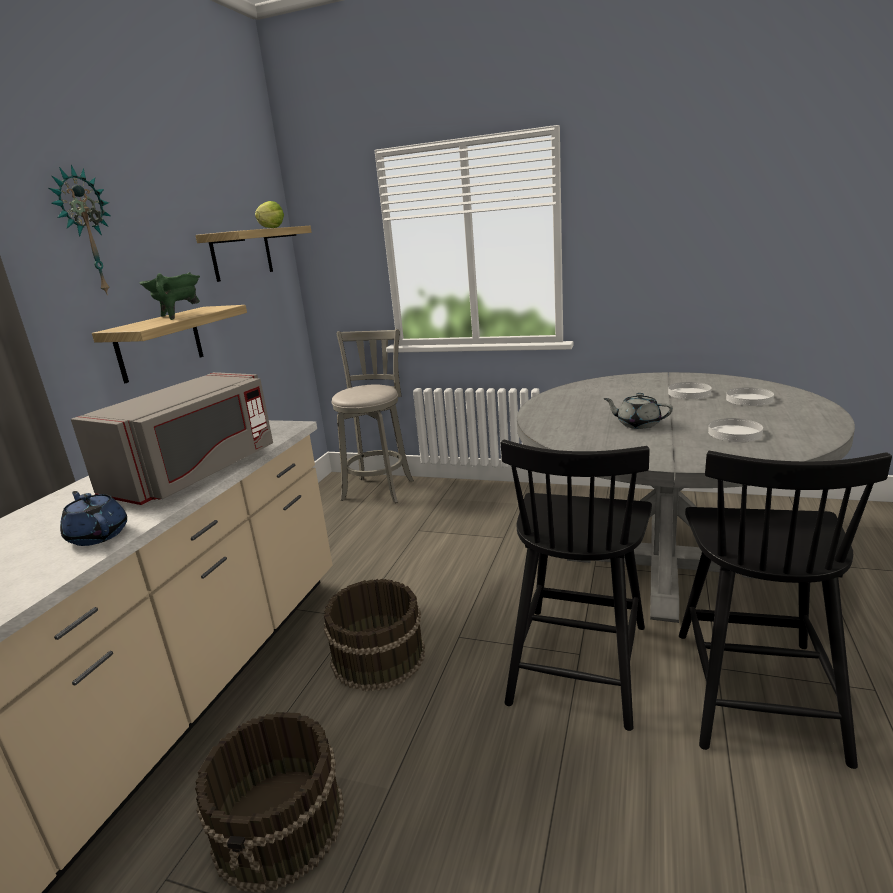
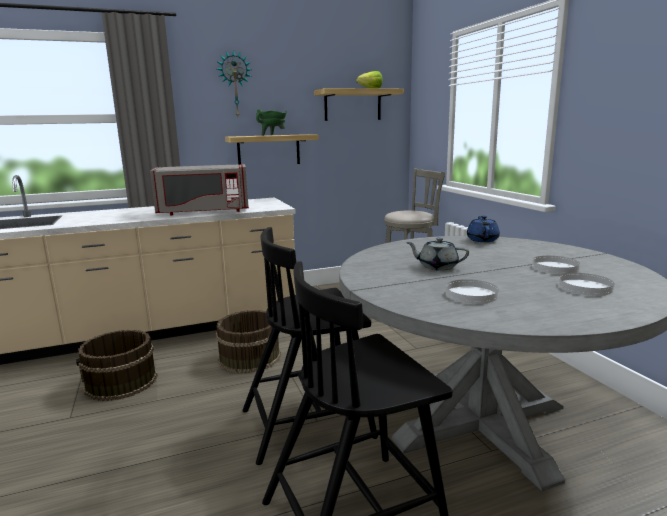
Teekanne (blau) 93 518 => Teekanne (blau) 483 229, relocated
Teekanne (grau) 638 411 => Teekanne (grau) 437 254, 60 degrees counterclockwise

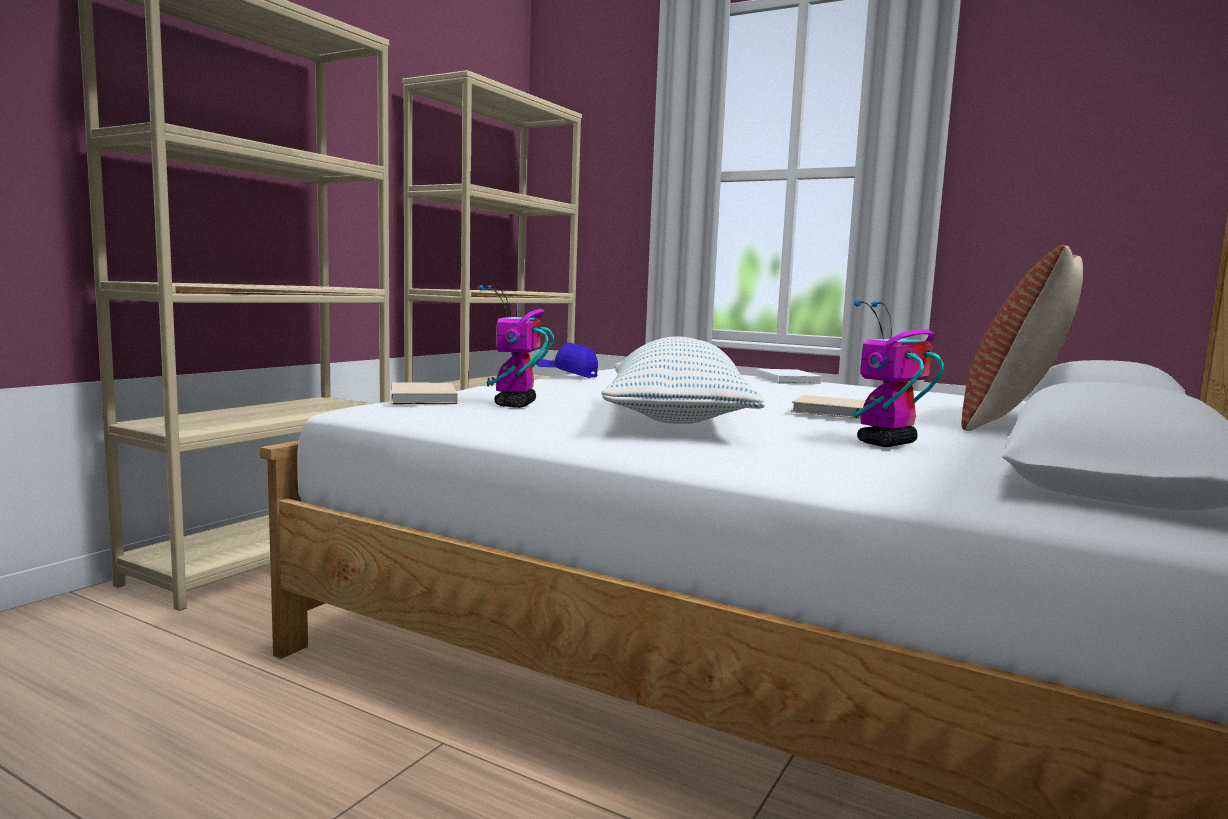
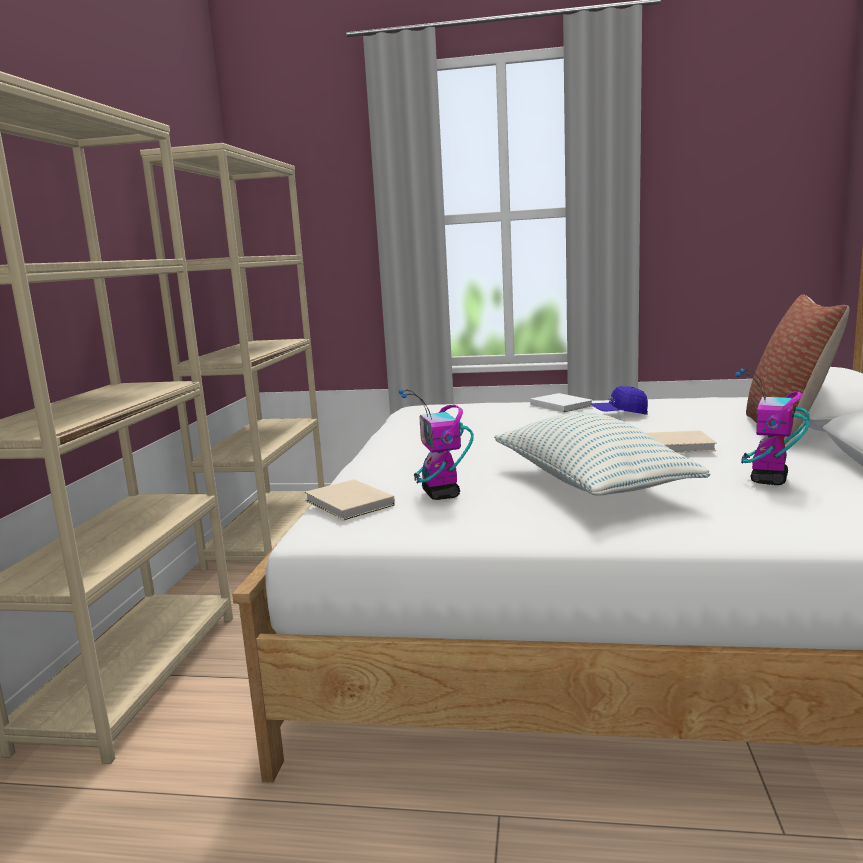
Kappe (blau) 567 360 => Kappe (blau) 619 400, relocated

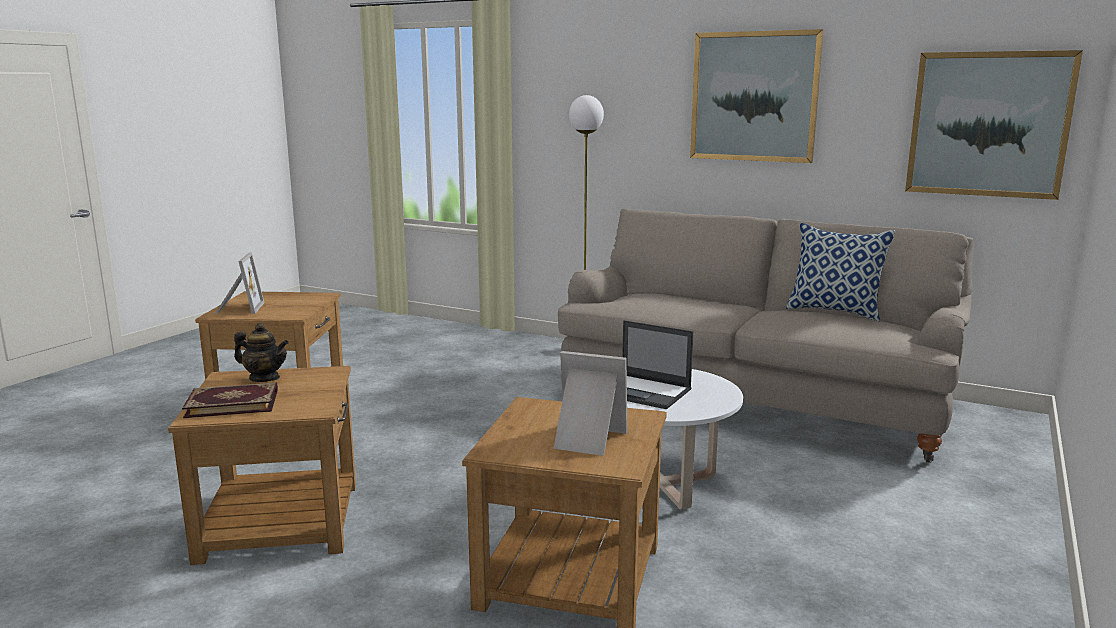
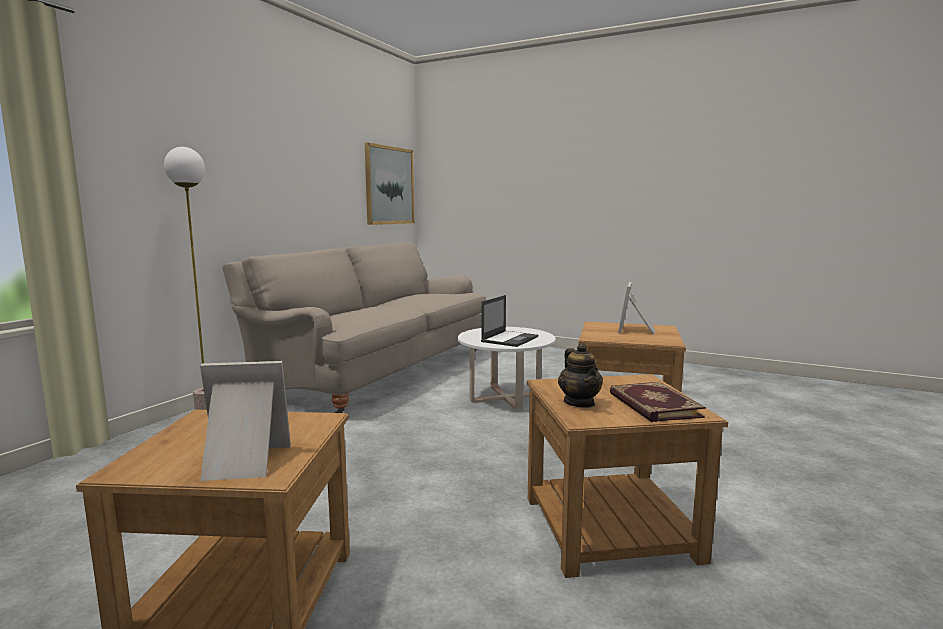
Bild 757 96 => nothing
Kissen 840 272 => nothing
Teekanne 261 352 => Teekanne 580 375, 150 degrees clockwise

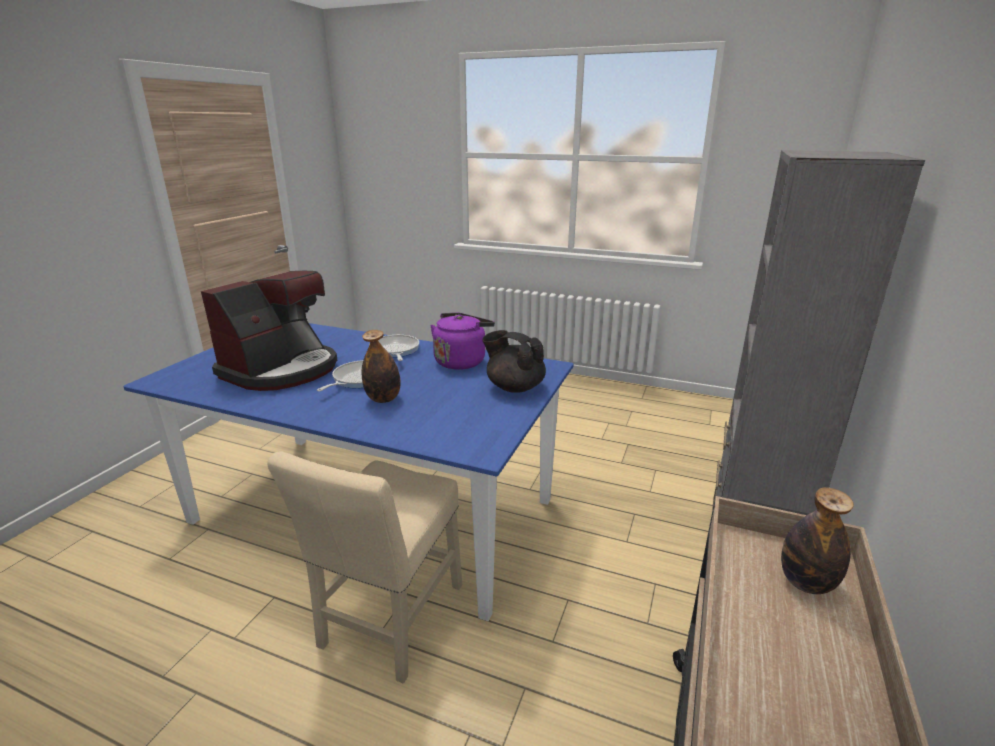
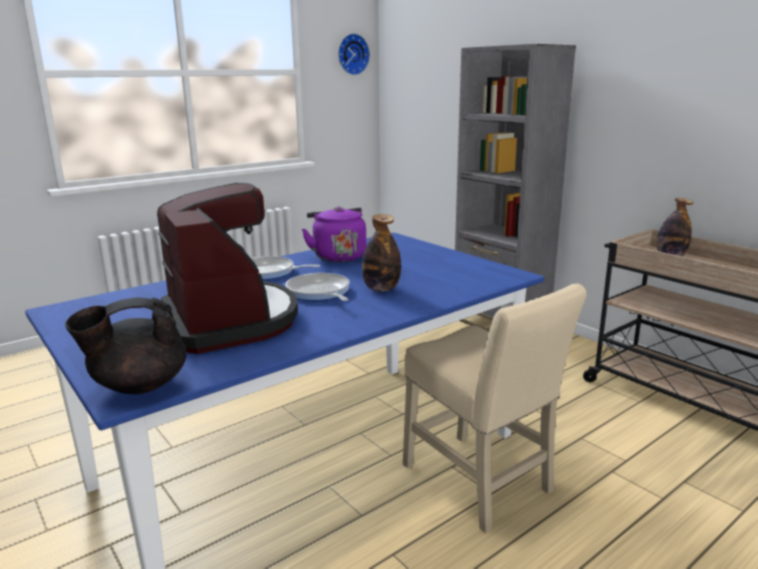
nothing => Wanduhr 354 54
Teekanne (schwarz) 514 361 => Teekanne (schwarz) 126 345, relocated

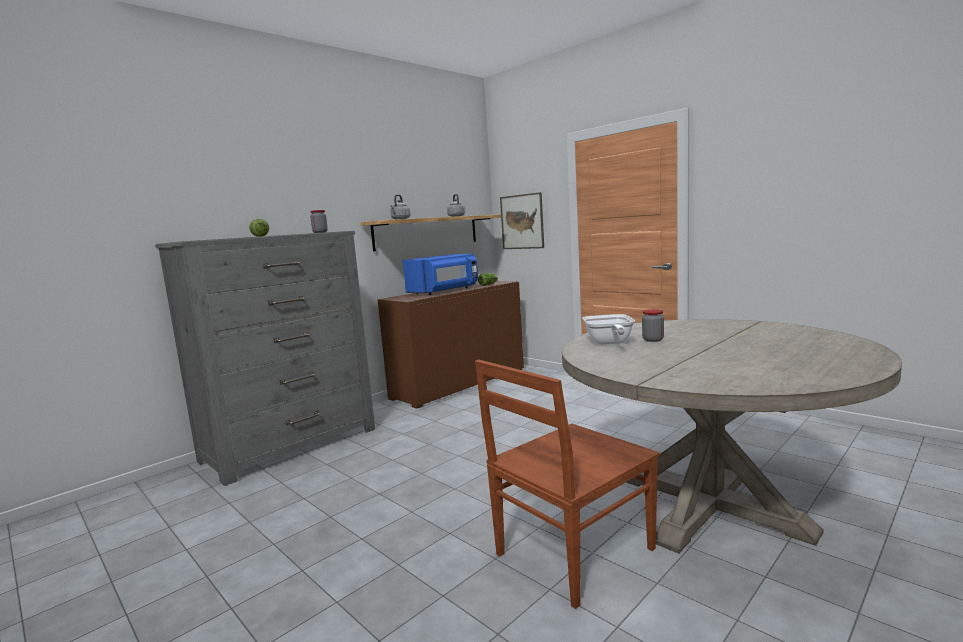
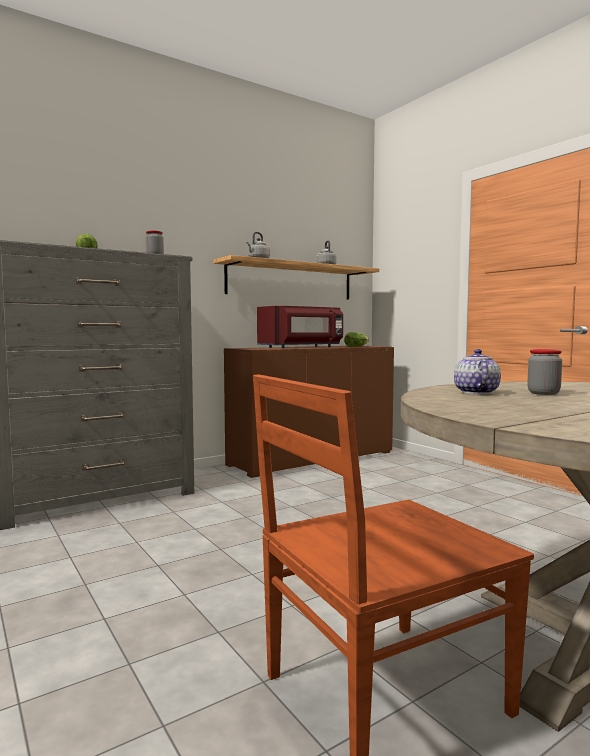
Bild 522 220 => nothing
Pfanne 608 329 => Teekanne 477 371
Mikrowelle (blau) 440 274 => Mikrowelle (rot) 300 327

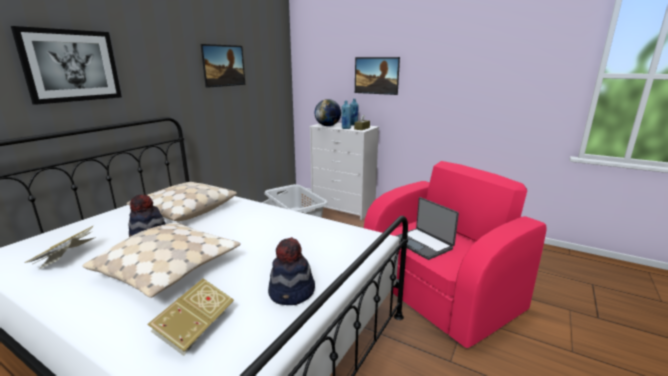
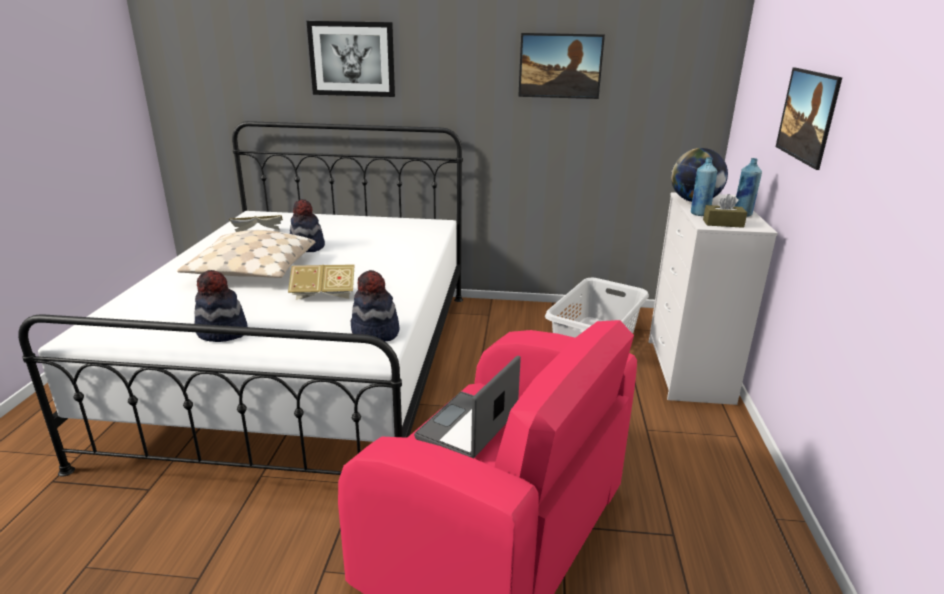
Kissen (beige) 182 201 => nothing
nothing => Hut 375 306
Buch 190 317 => Buch 321 282, relocated

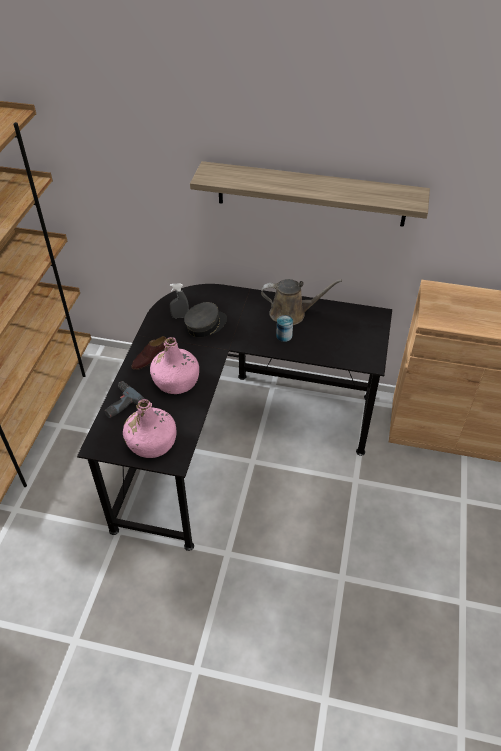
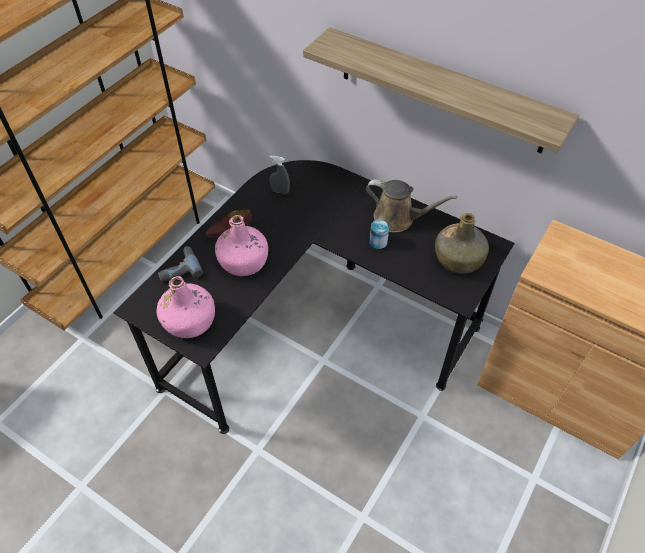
Kappe (grau) 205 319 => nothing
nothing => Flasche (grün) 462 243

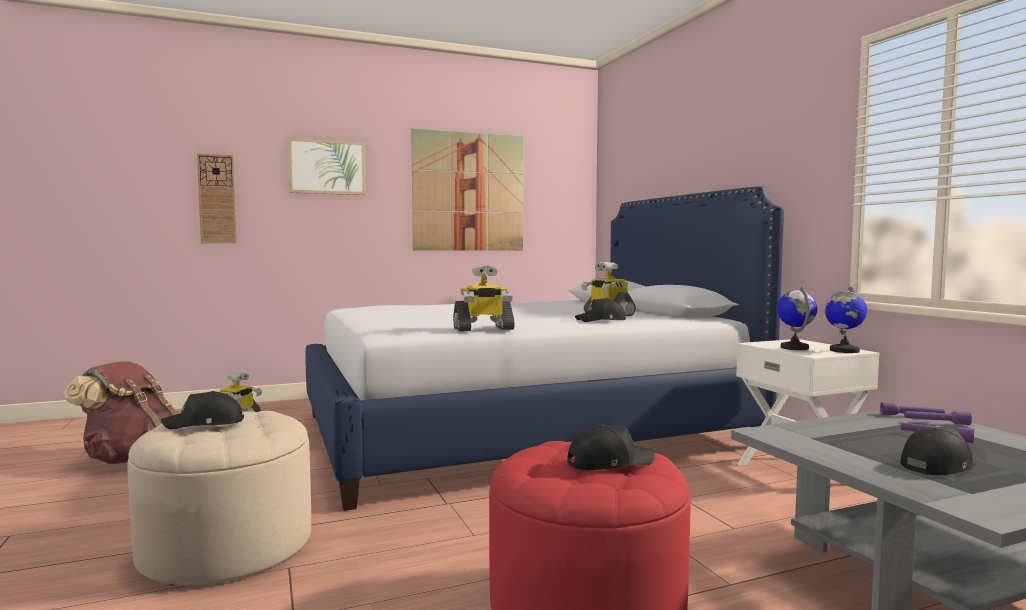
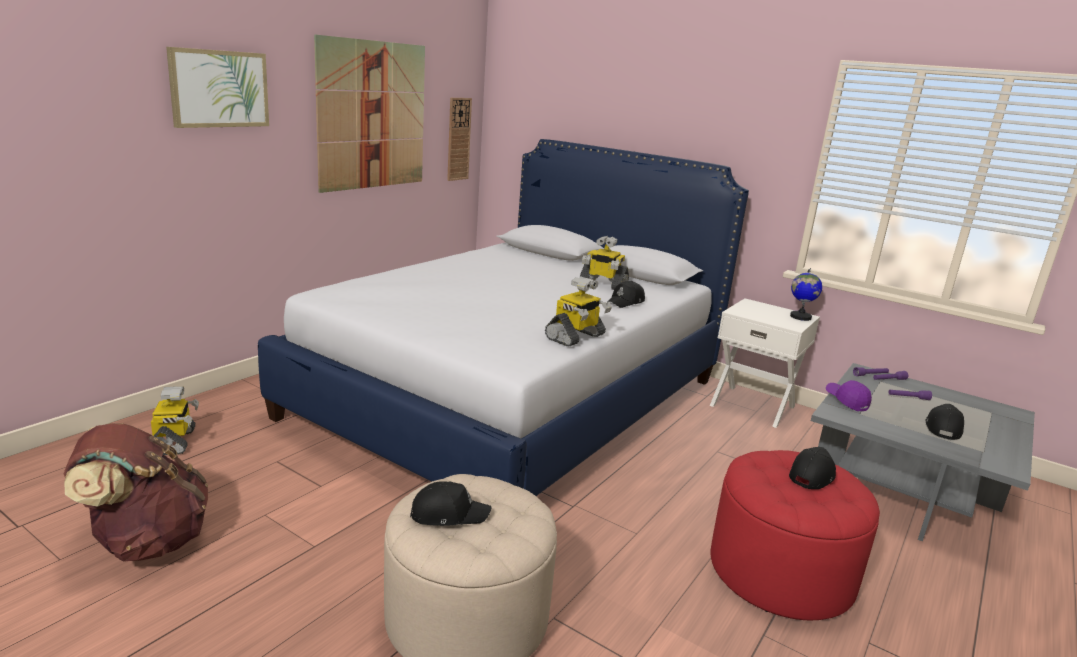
Globus 797 318 => nothing
nothing => Kappe (lila) 849 396
Wanduhr 217 198 => Wanduhr 459 139, relocated
Kappe (schwarz) 202 410 => Kappe (schwarz) 451 503, 135 degrees counterclockwise

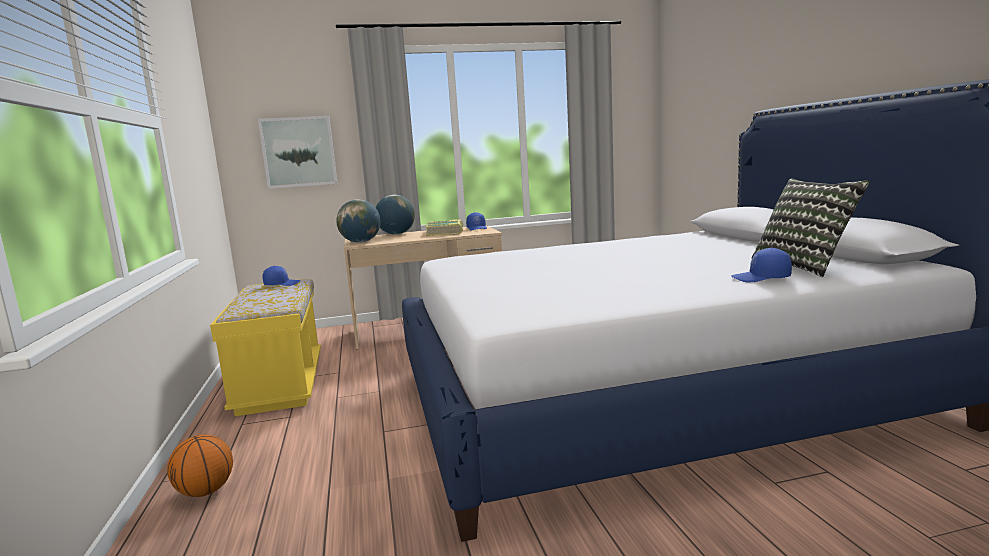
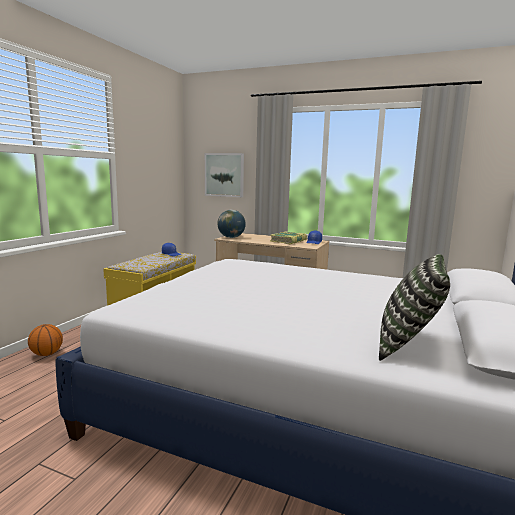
Globus 395 215 => nothing
Kappe (blau) 761 265 => nothing

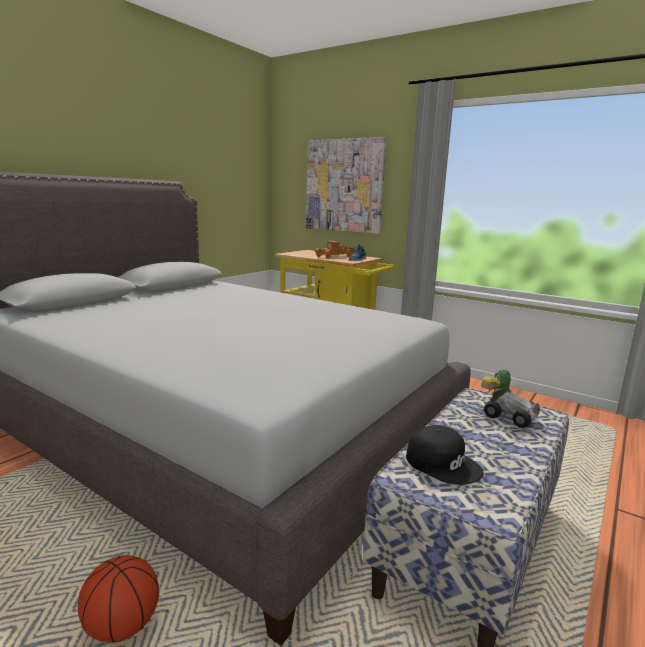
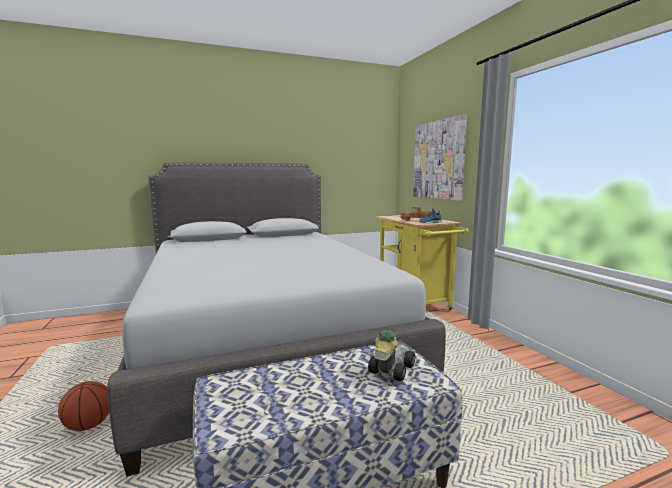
Kappe (schwarz) 444 455 => nothing
Spielzeugauto 510 399 => Spielzeugauto 391 355, 135 degrees counterclockwise

